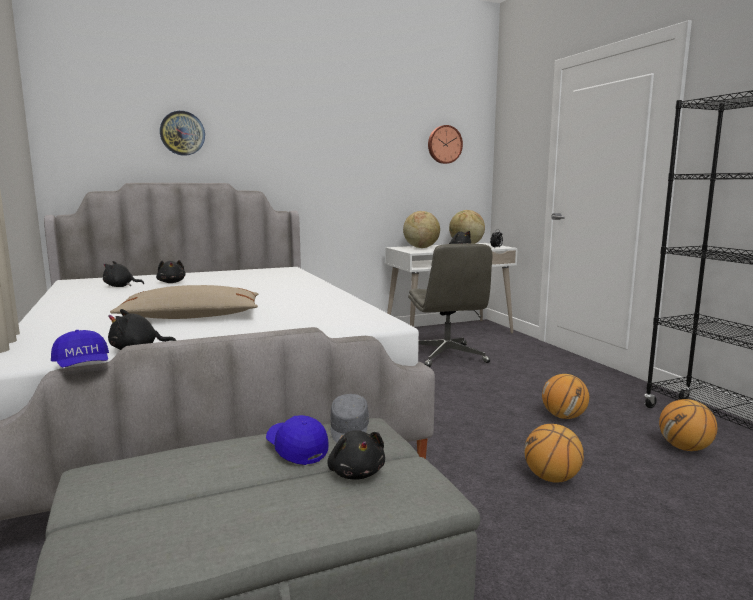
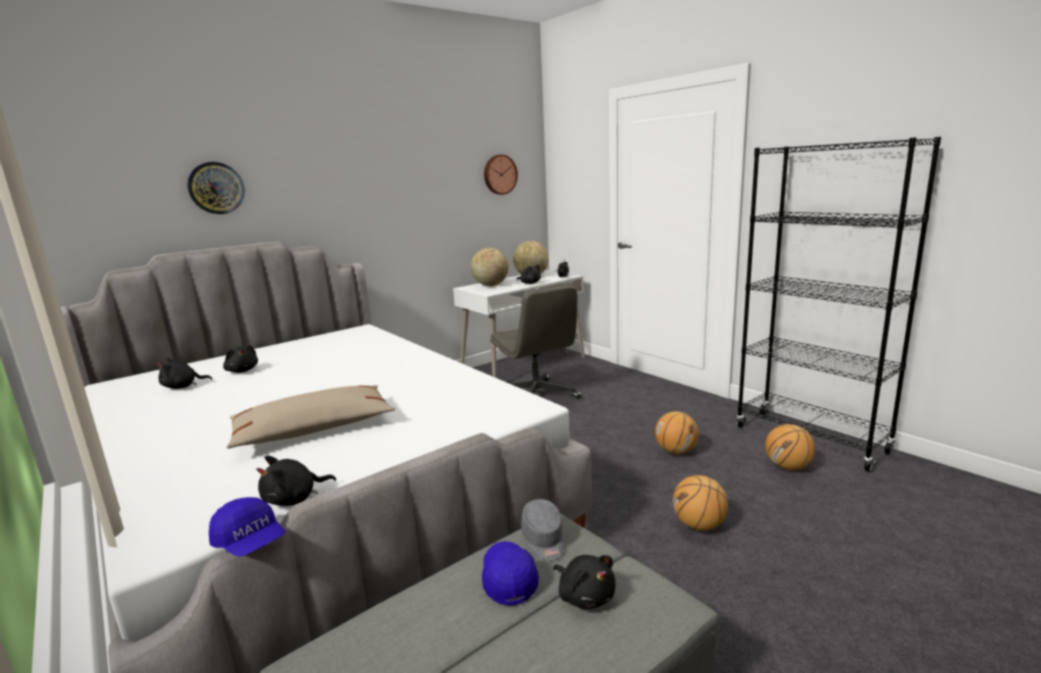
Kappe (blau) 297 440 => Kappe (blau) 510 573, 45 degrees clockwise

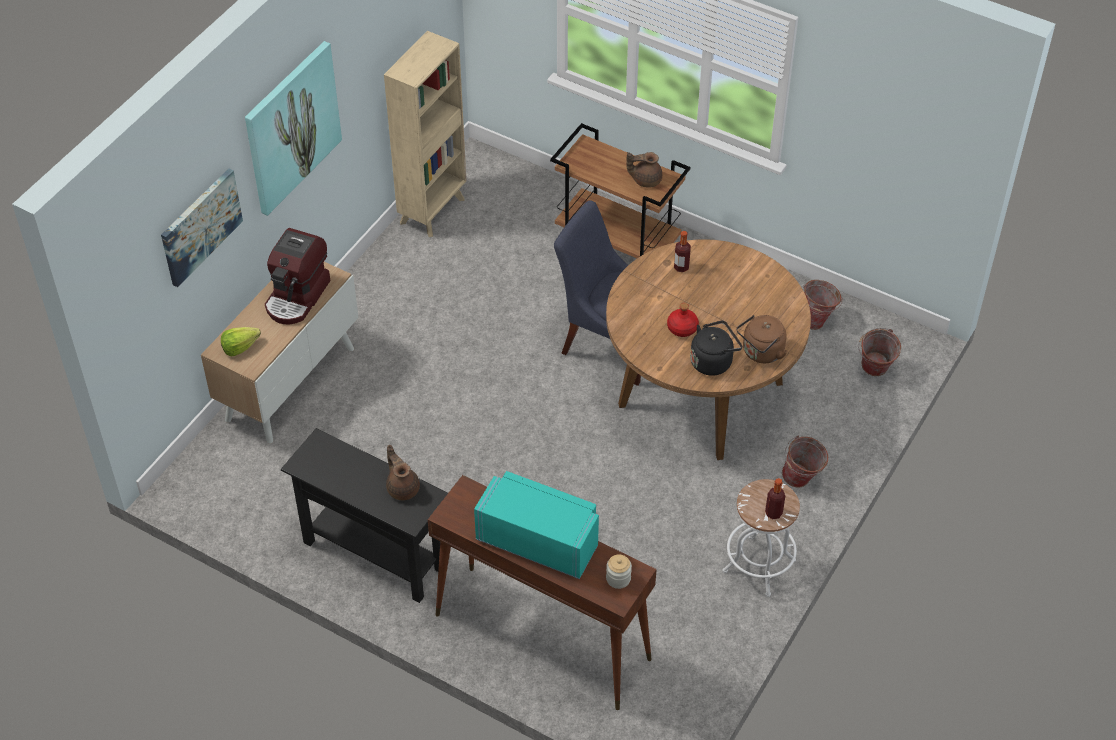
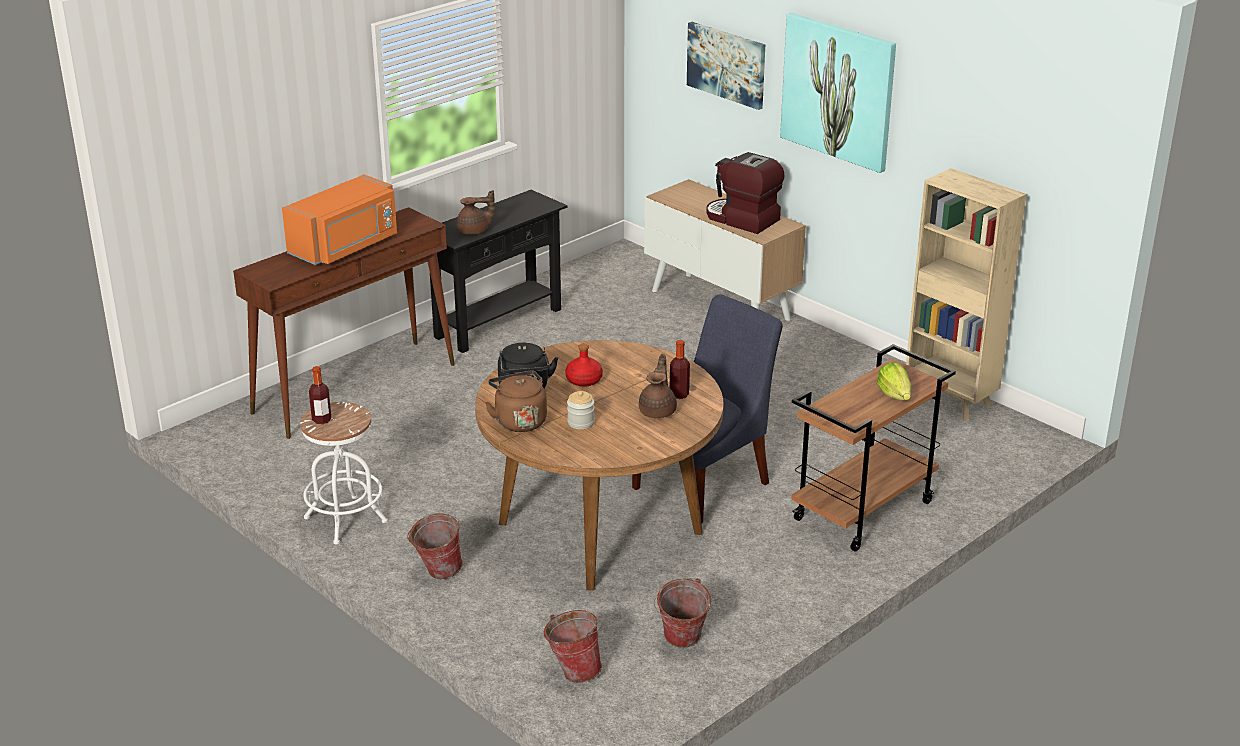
Salatkopf 241 341 => Salatkopf 894 381, relocated
Vorratsglas 619 571 => Vorratsglas 581 410, relocated
Teekanne (braun) 644 170 => Teekanne (braun) 658 385, relocated
Mikrowelle (türkis) 536 525 => Mikrowelle (orange) 339 219

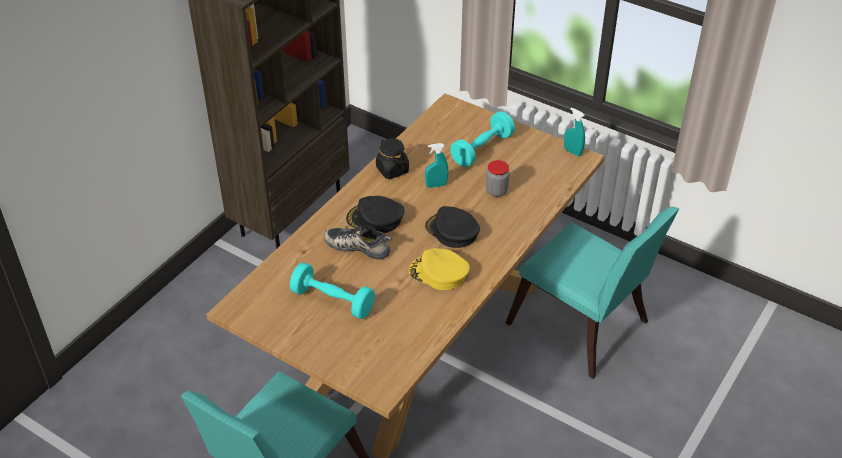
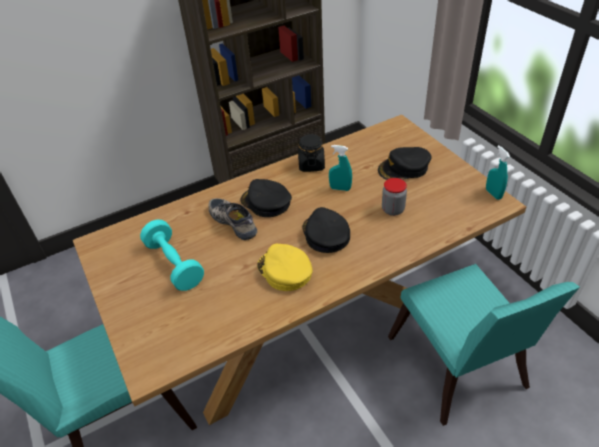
Hantel (türkis) 482 139 => Kappe (schwarz) 404 163

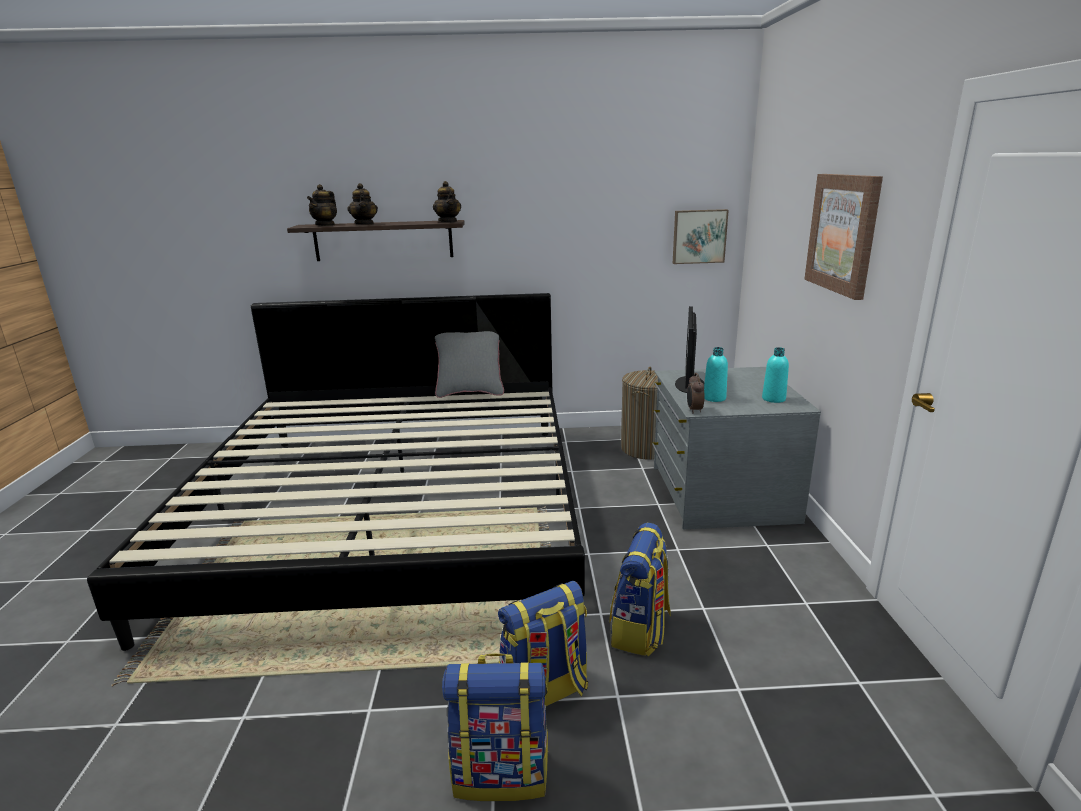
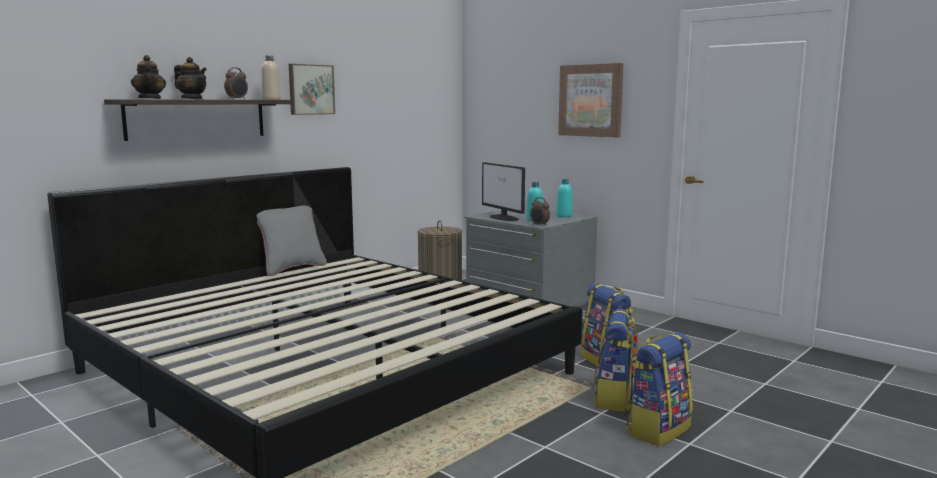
nothing => Wecker 236 83
Bild 701 236 => Bild 312 89, relocated
Teekanne 447 201 => Flasche (beige) 271 77

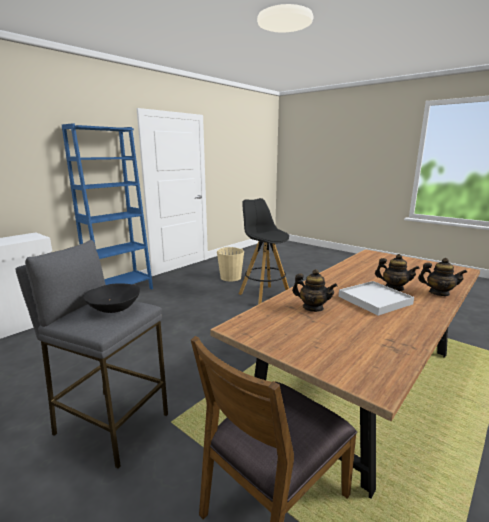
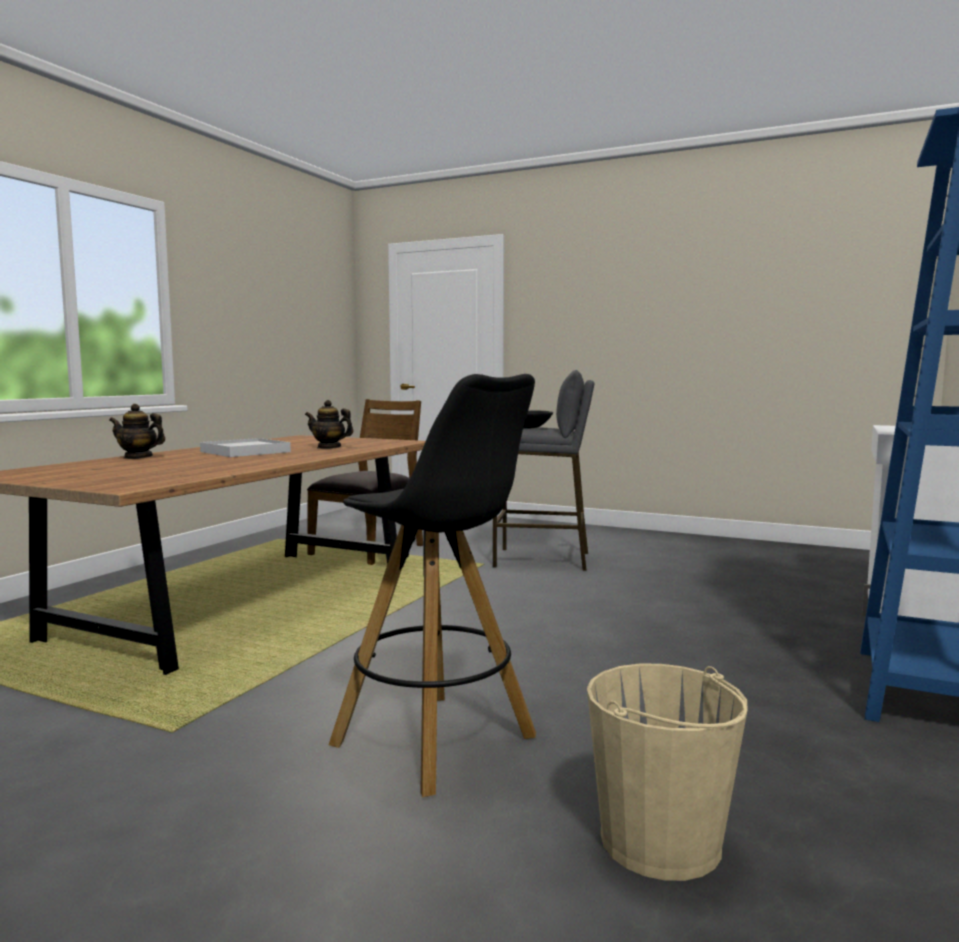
Teekanne 397 272 => nothing

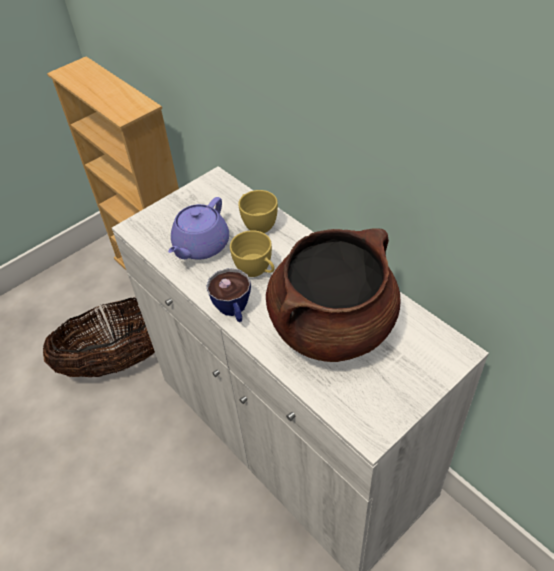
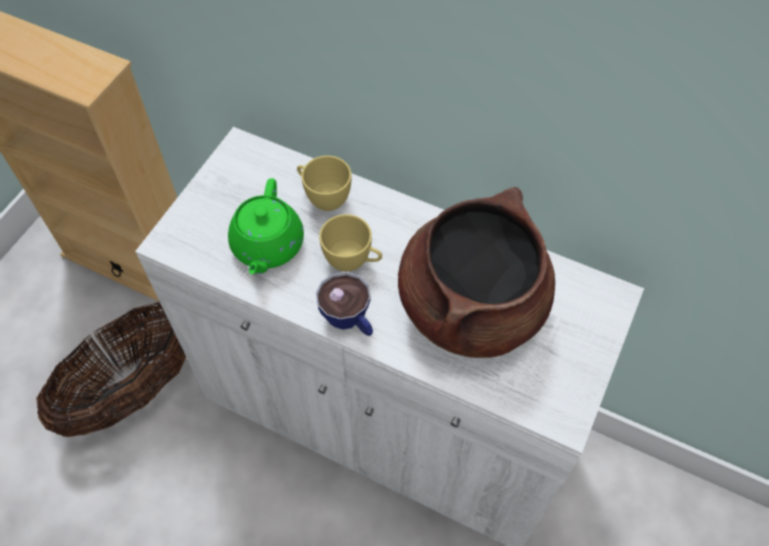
Teekanne (lila) 198 228 => Teekanne (grün) 266 226

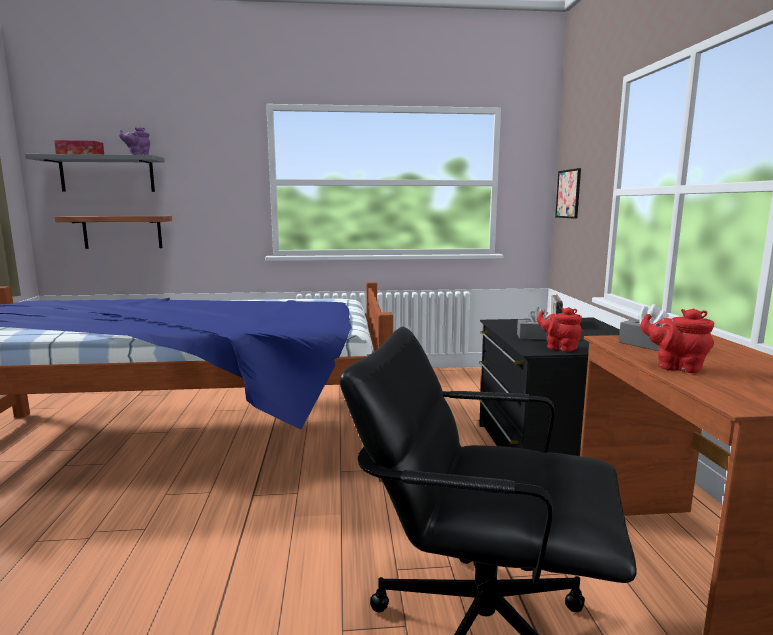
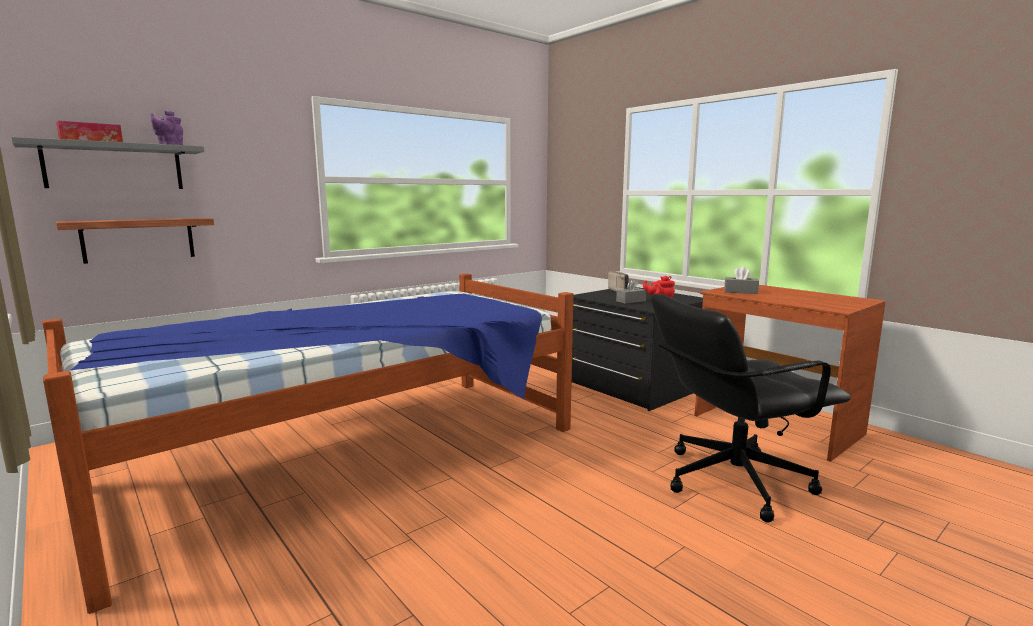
Bild 568 193 => nothing
Teekanne (rot) 677 340 => nothing

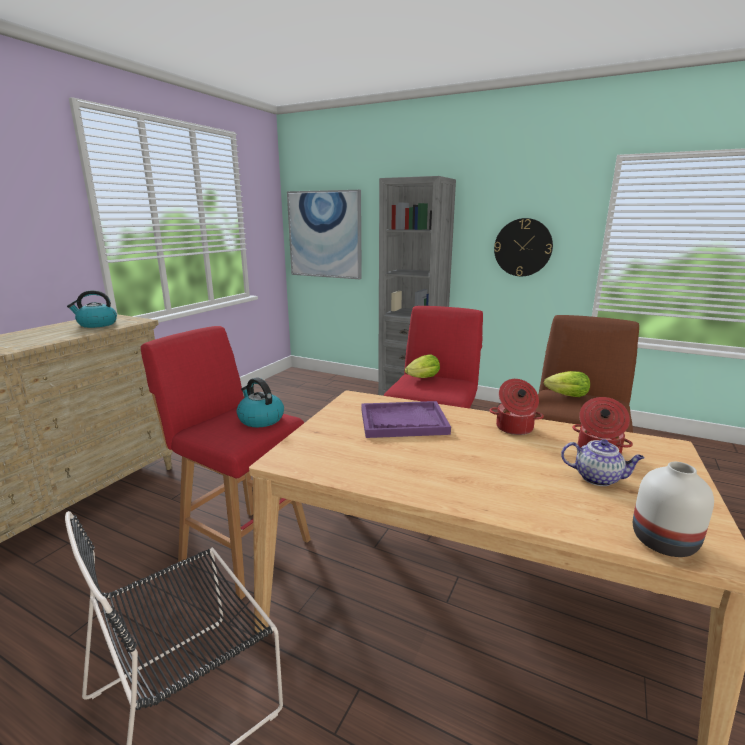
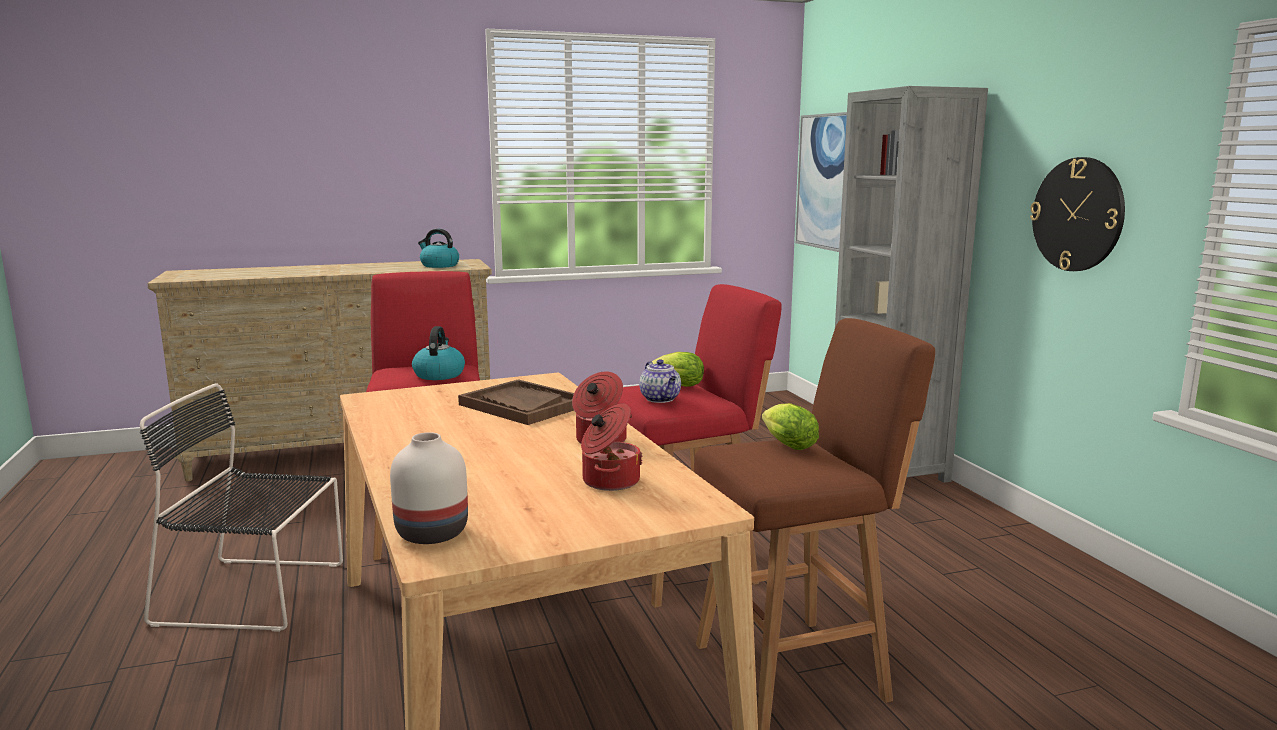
Teekanne 603 462 => Teekanne 660 381, relocated
Tablett (lila) 406 419 => Tablett (braun) 516 402

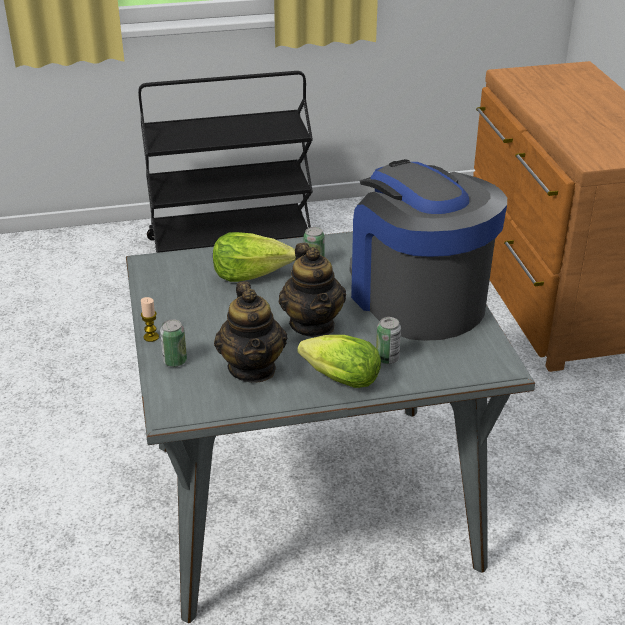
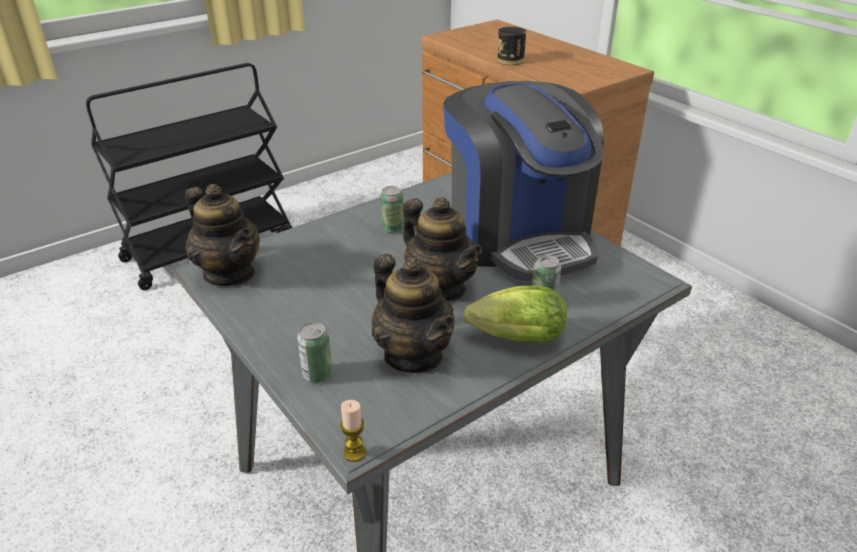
Salatkopf 254 257 => nothing
nothing => Teekanne 222 235
nothing => Dose 511 46
Kerze 150 319 => Kerze 353 431, relocated
Kaffeemaschine 428 250 => Kaffeemaschine 523 181, 150 degrees counterclockwise

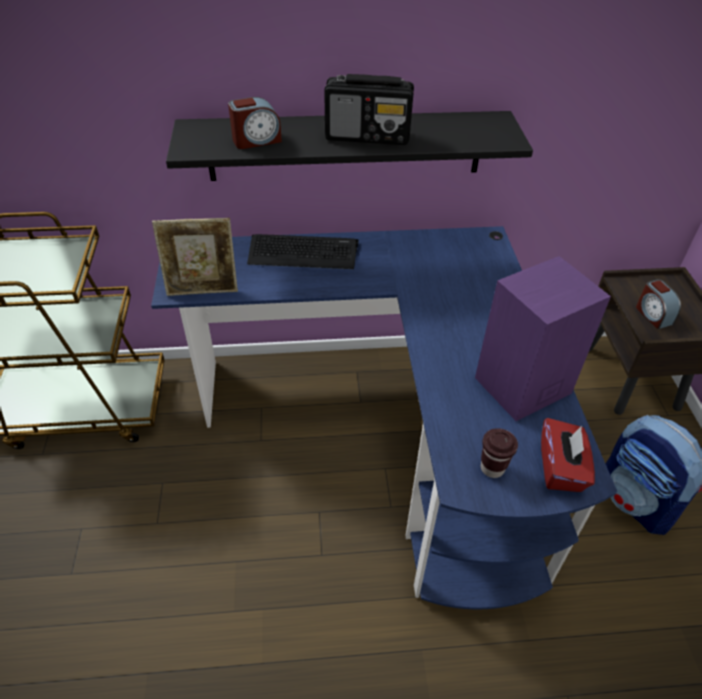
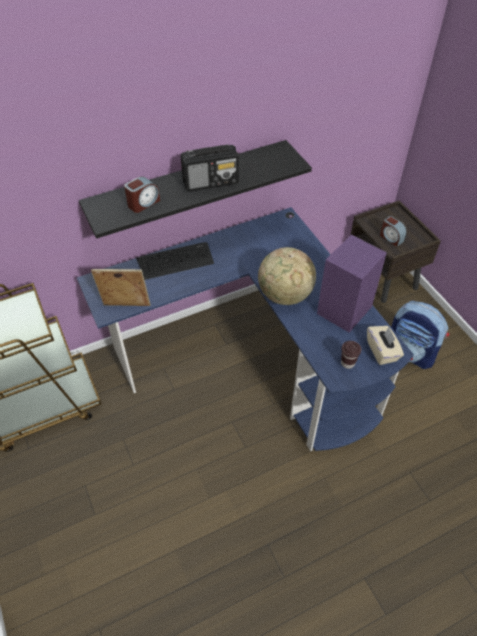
nothing => Globus 287 276
Taschentuchbox (rot) 568 455 => Taschentuchbox (beige) 385 345
Bilderrahmen 195 257 => Bilderrahmen 121 287, 150 degrees counterclockwise

